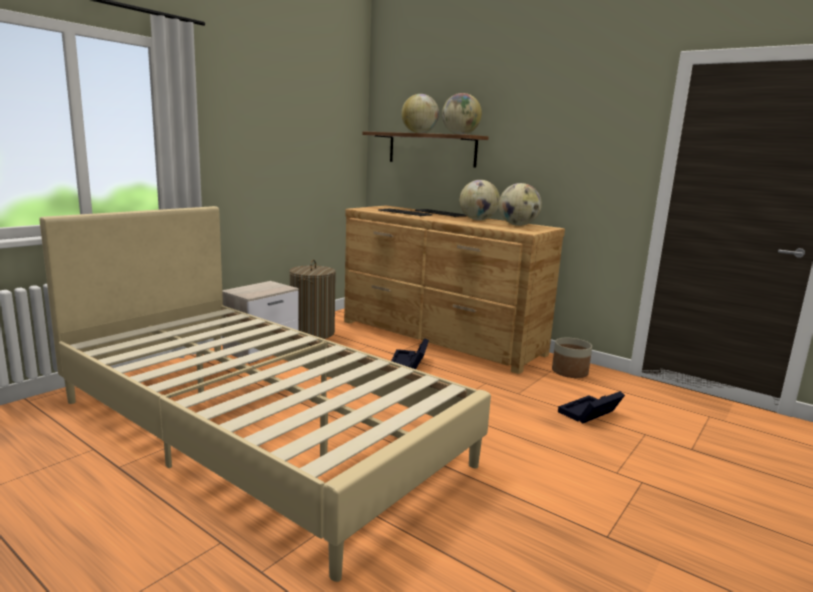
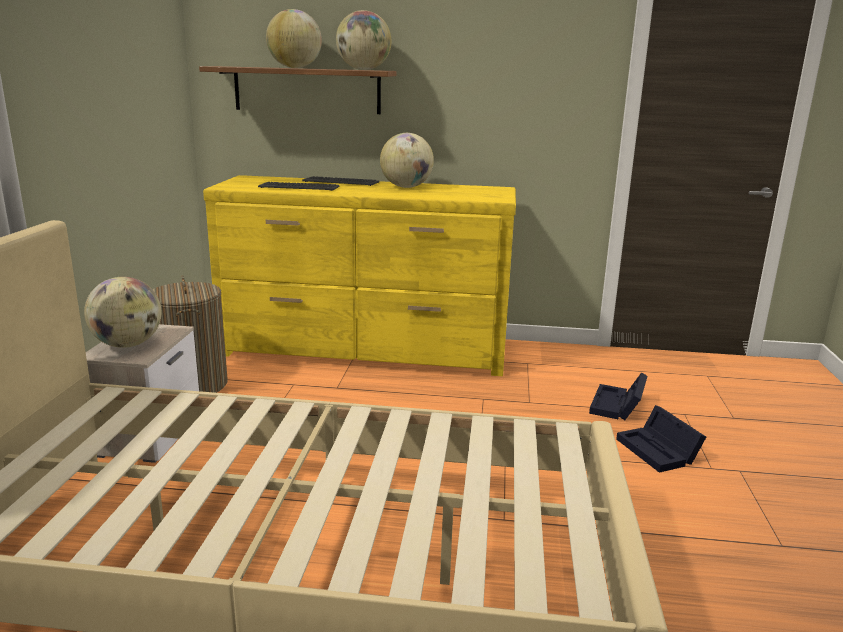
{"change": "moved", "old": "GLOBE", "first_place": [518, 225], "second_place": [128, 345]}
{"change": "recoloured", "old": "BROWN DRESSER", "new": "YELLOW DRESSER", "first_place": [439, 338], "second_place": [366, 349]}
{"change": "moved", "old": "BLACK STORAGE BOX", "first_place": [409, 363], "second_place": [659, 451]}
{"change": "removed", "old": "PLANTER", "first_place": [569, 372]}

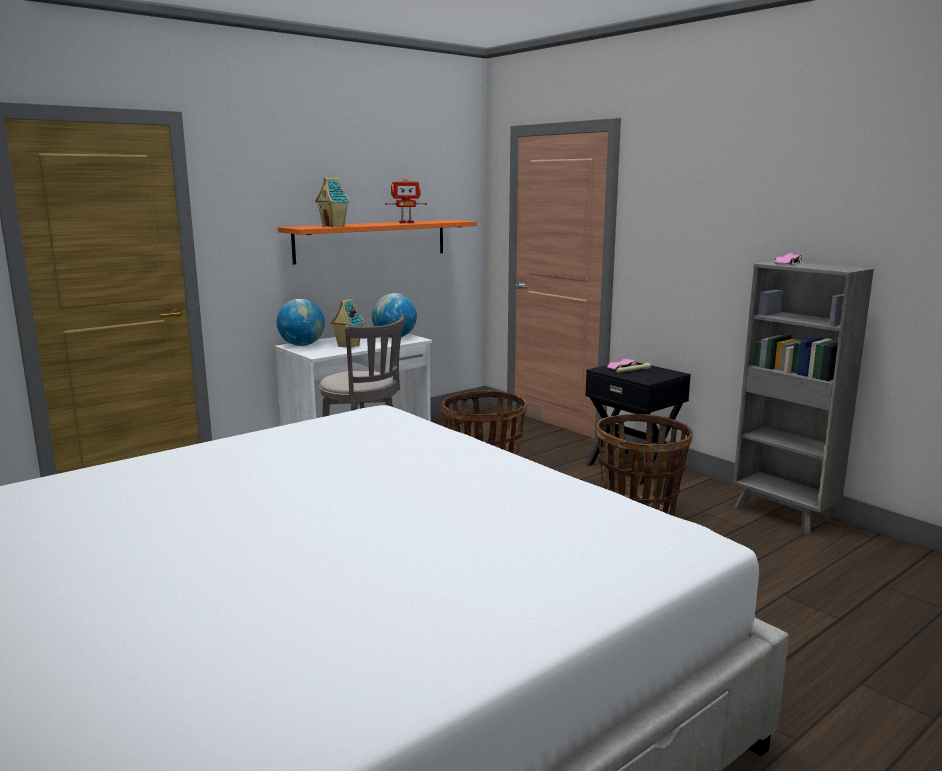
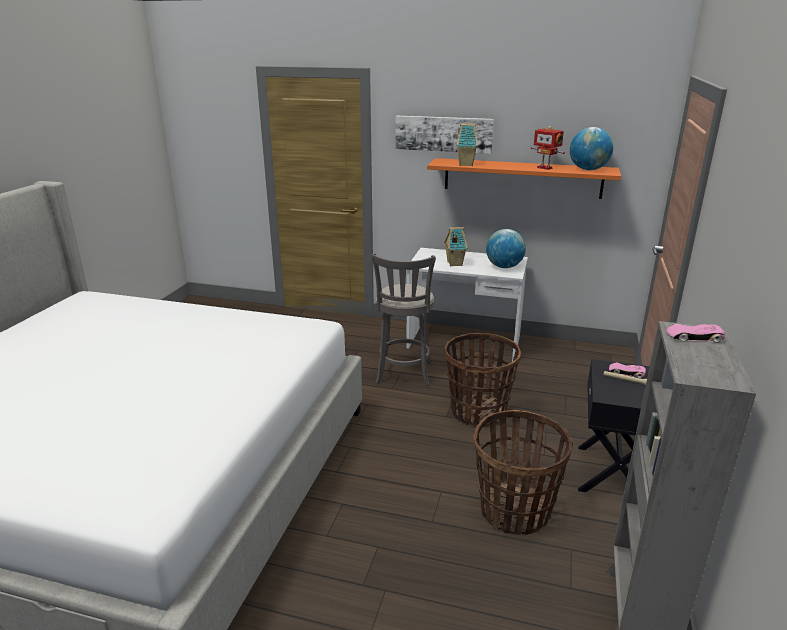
{"change": "moved", "old": "GLOBE", "first_place": [302, 345], "second_place": [588, 169]}
{"change": "added", "new": "PICTURE", "second_place": [443, 134]}

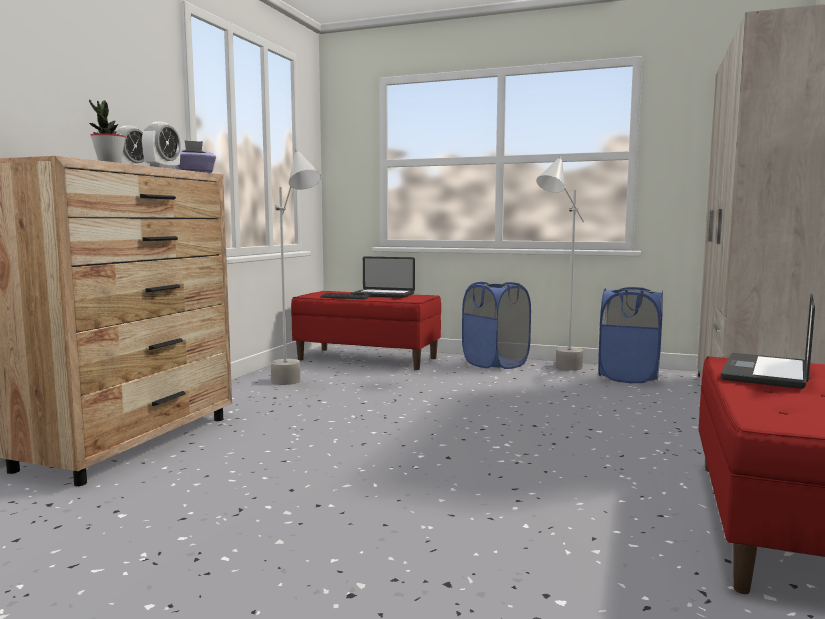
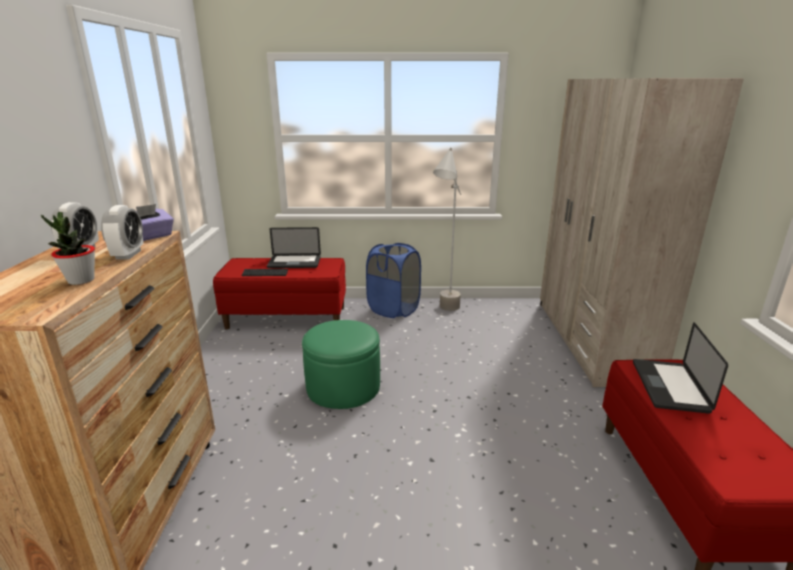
{"change": "removed", "old": "GREY FLOOR LAMP", "first_place": [296, 386]}
{"change": "removed", "old": "BLUE LAUNDRY BASKET", "first_place": [629, 377]}
{"change": "added", "new": "GREEN OTTOMAN", "second_place": [343, 387]}

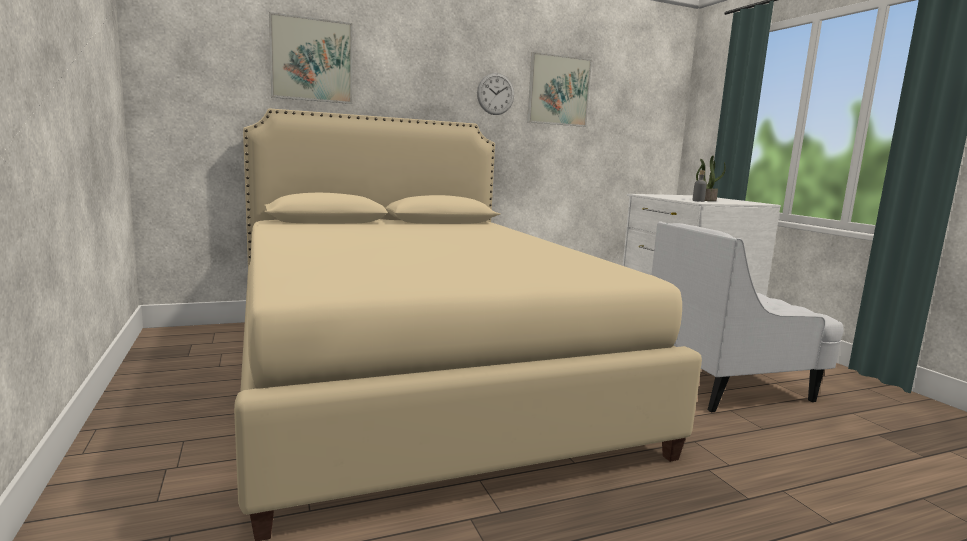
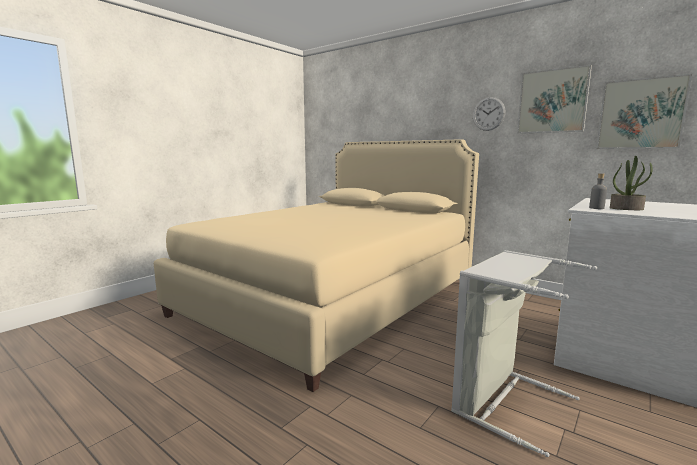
{"change": "moved", "old": "PICTURE", "first_place": [311, 60], "second_place": [640, 114]}
{"change": "replaced", "old": "WHITE ARMCHAIR", "new": "GREY LAUNDRY BASKET", "first_place": [730, 385], "second_place": [502, 400]}

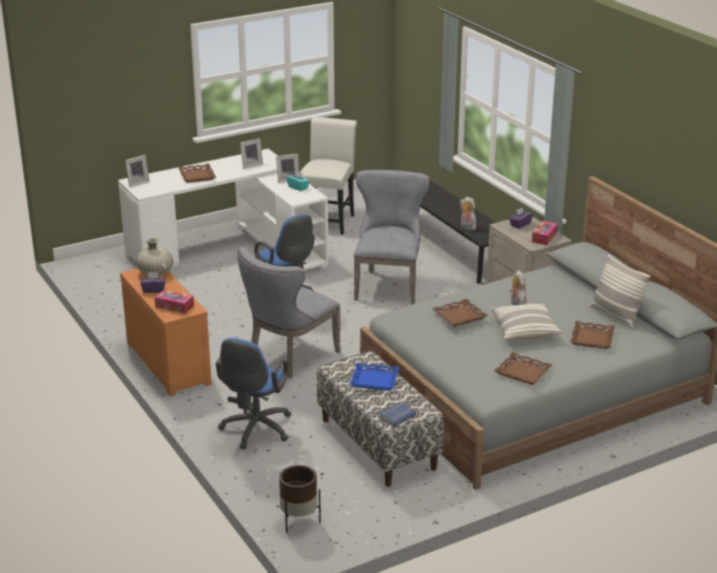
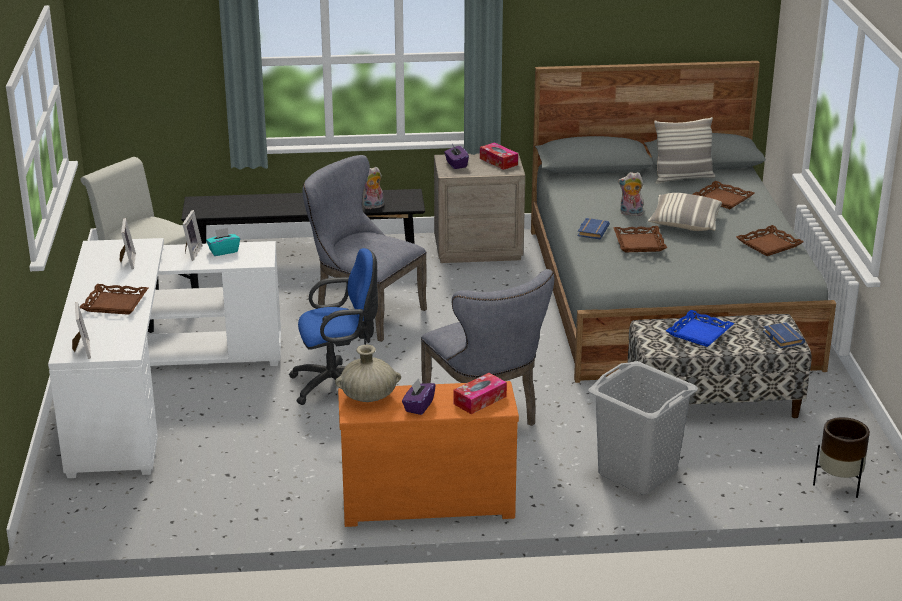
{"change": "replaced", "old": "BLUE OFFICE CHAIR", "new": "GREY LAUNDRY BASKET", "first_place": [255, 430], "second_place": [637, 473]}
{"change": "added", "new": "BLUE BOOK", "second_place": [592, 231]}

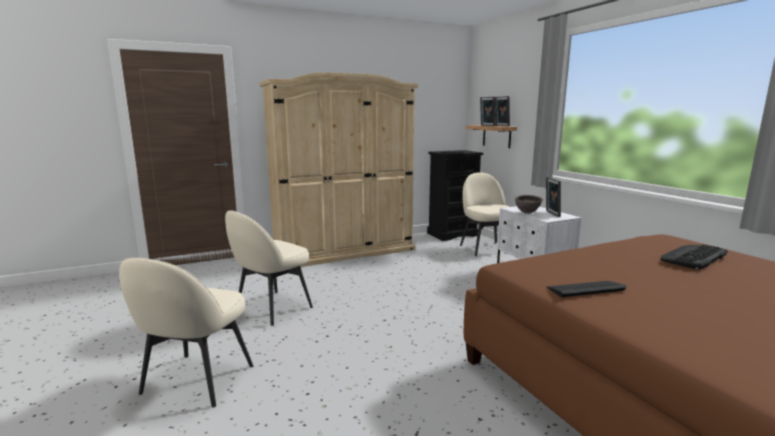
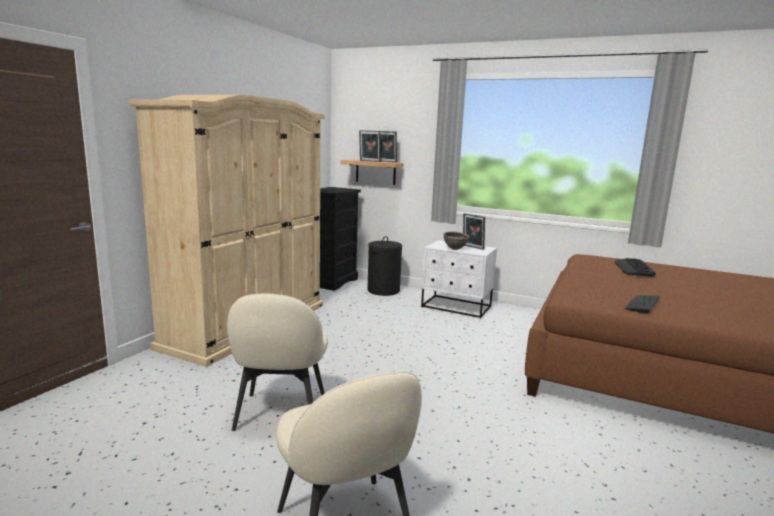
{"change": "replaced", "old": "BEIGE CHAIR", "new": "BLACK LAUNDRY BASKET", "first_place": [485, 248], "second_place": [383, 290]}

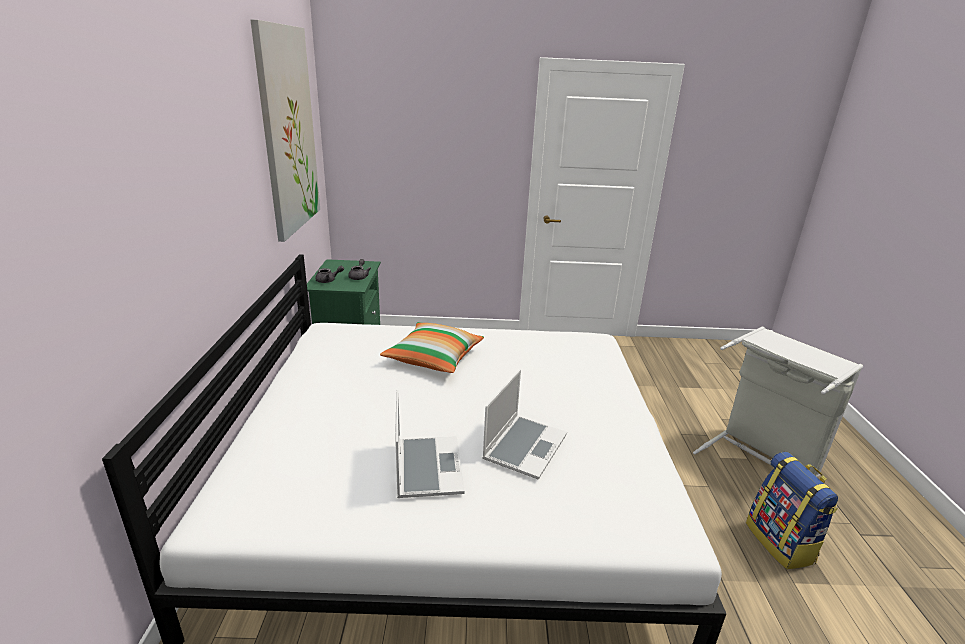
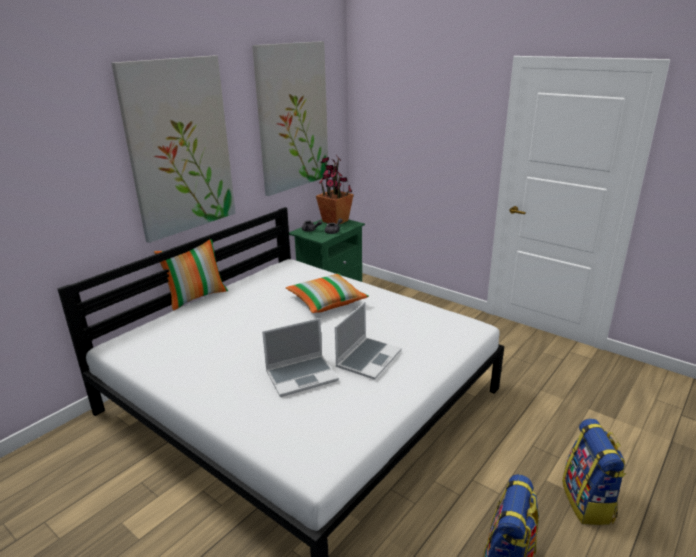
{"change": "replaced", "old": "GREY LAUNDRY BASKET", "new": "BACKPACK", "first_place": [760, 460], "second_place": [588, 502]}
{"change": "moved", "old": "LAPTOP", "first_place": [427, 467], "second_place": [368, 358]}
{"change": "added", "new": "PICTURE", "second_place": [180, 148]}
{"change": "added", "new": "POTTED PLANT", "second_place": [335, 221]}
{"change": "added", "new": "PILLOW", "second_place": [197, 297]}

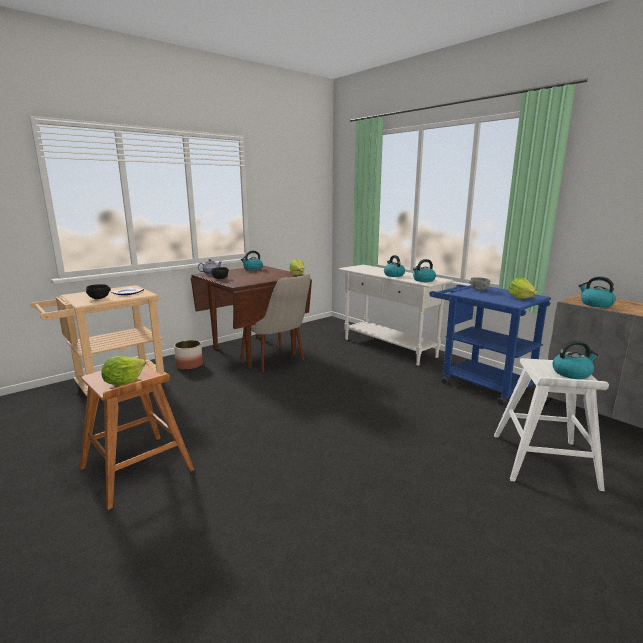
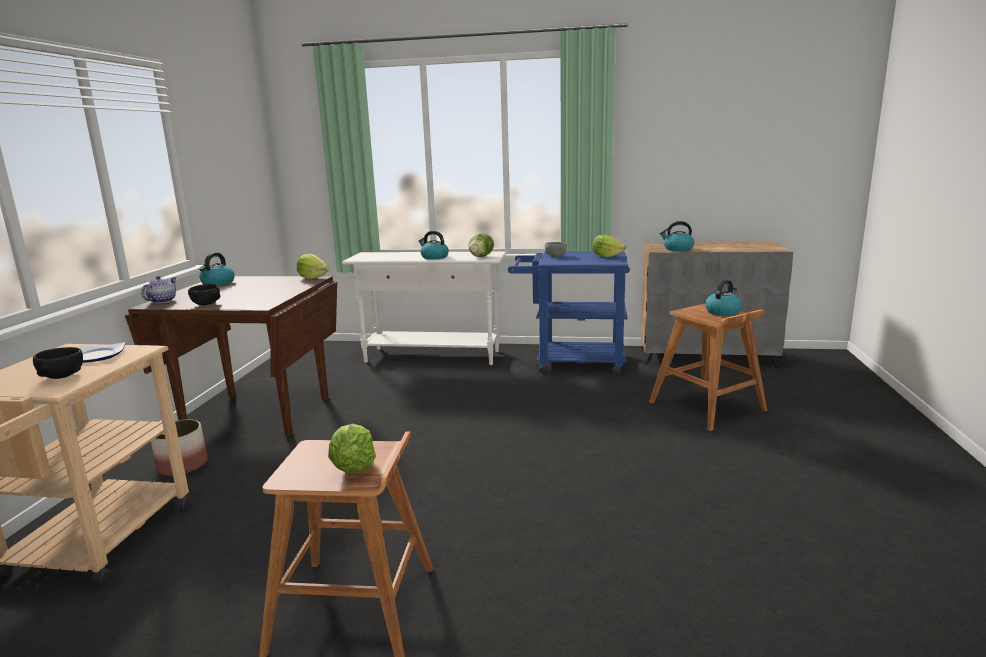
{"change": "replaced", "old": "KETTLE", "new": "LETTUCE", "first_place": [423, 280], "second_place": [481, 257]}
{"change": "removed", "old": "BEIGE CHAIR", "first_place": [278, 362]}
{"change": "recoloured", "old": "WHITE STOOL", "new": "BROWN STOOL", "first_place": [543, 461], "second_place": [707, 406]}

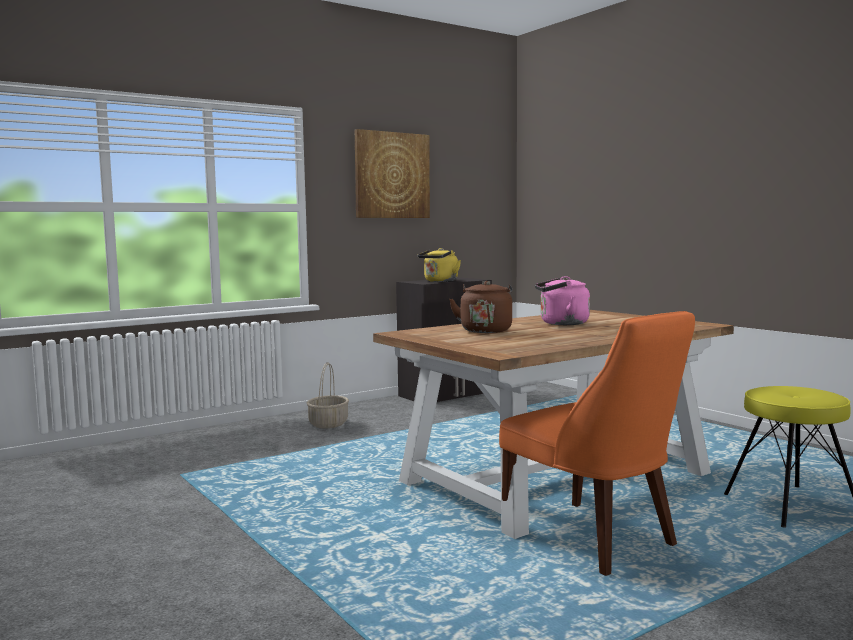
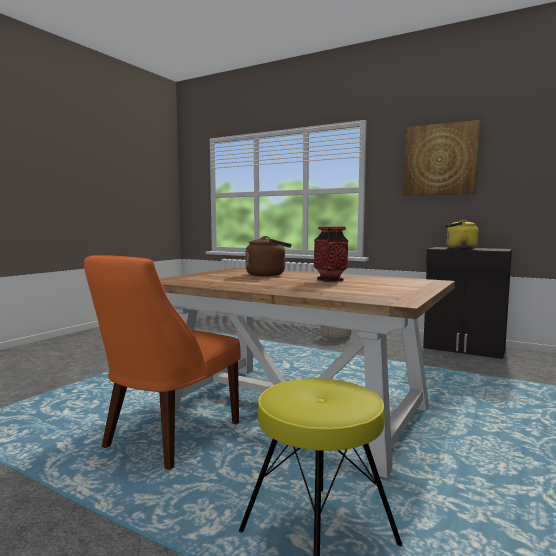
{"change": "replaced", "old": "PINK KETTLE", "new": "VASE", "first_place": [561, 323], "second_place": [330, 280]}

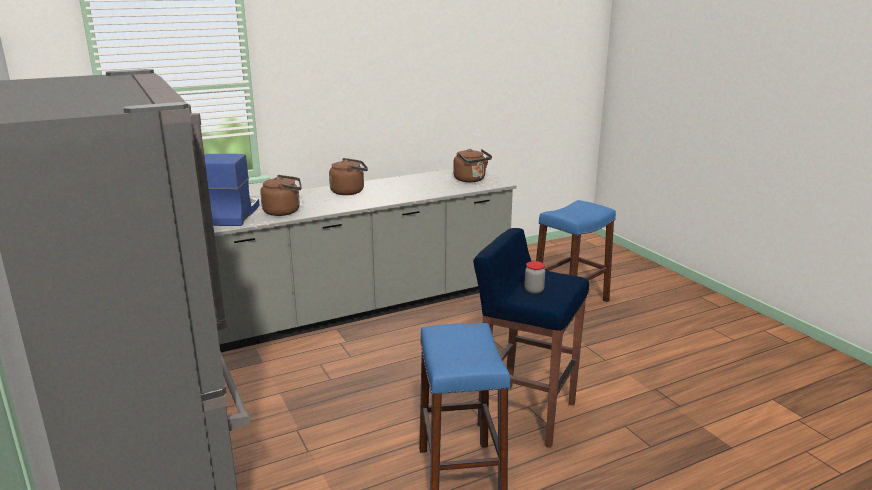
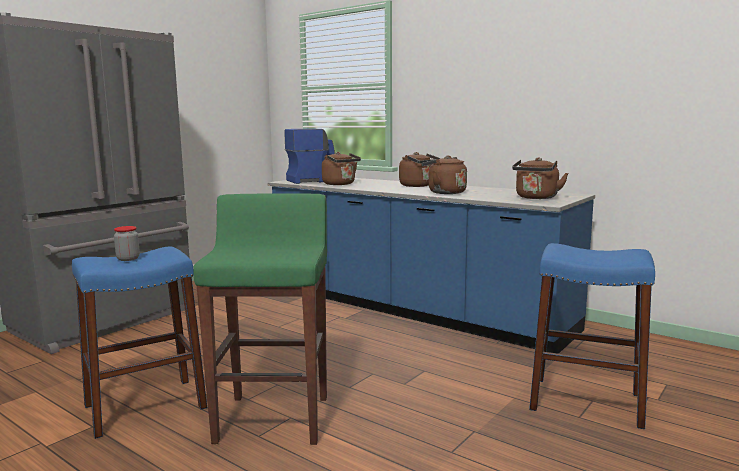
{"change": "recoloured", "old": "GREY COUNTER", "new": "BLUE COUNTER", "first_place": [361, 307], "second_place": [412, 309]}
{"change": "recoloured", "old": "BLUE STOOL", "new": "GREEN STOOL", "first_place": [525, 414], "second_place": [274, 418]}
{"change": "moved", "old": "JAR", "first_place": [534, 290], "second_place": [128, 259]}
{"change": "added", "new": "BROWN KETTLE", "second_place": [444, 192]}

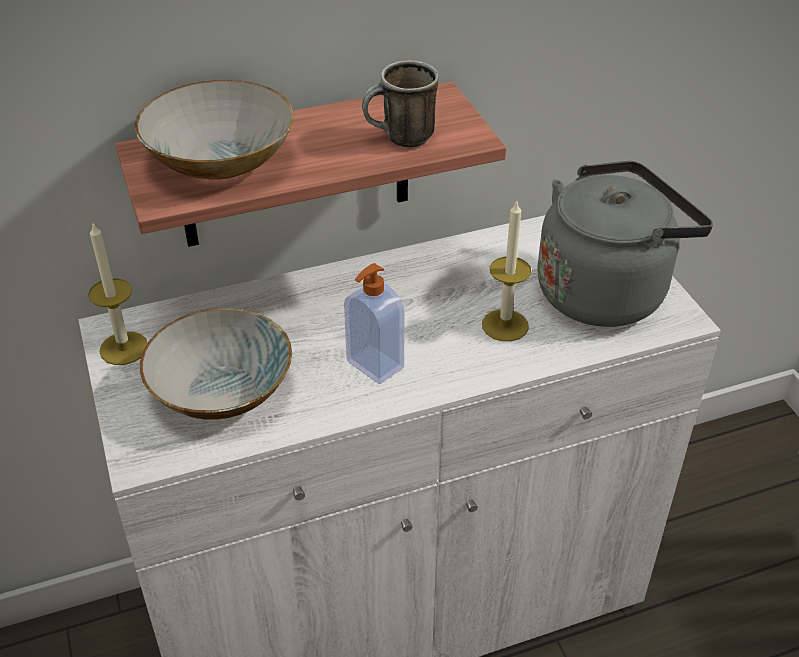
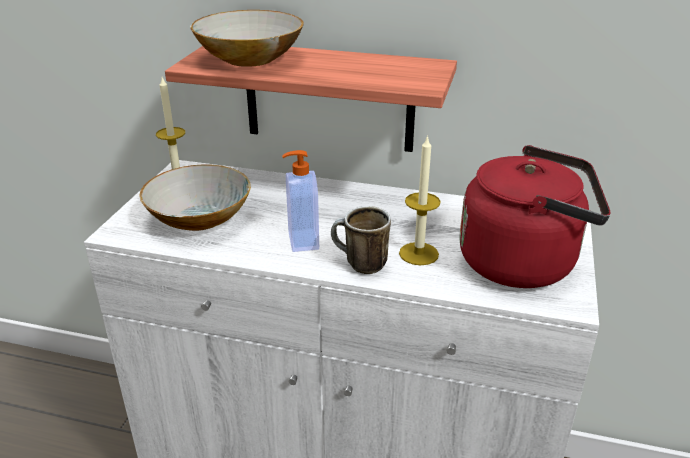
{"change": "moved", "old": "MUG", "first_place": [401, 140], "second_place": [359, 265]}
{"change": "recoloured", "old": "GREY KETTLE", "new": "RED KETTLE", "first_place": [606, 290], "second_place": [524, 263]}

